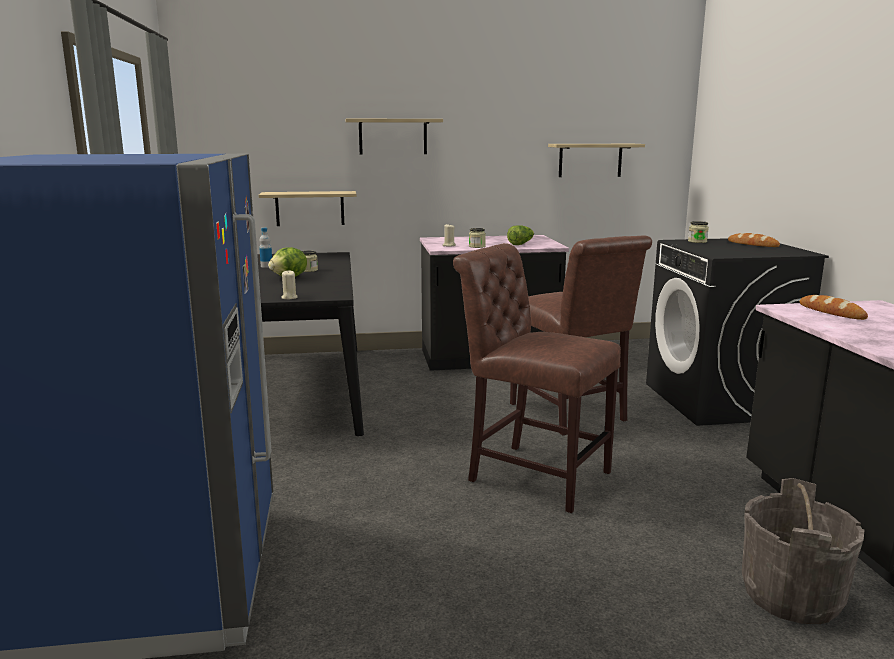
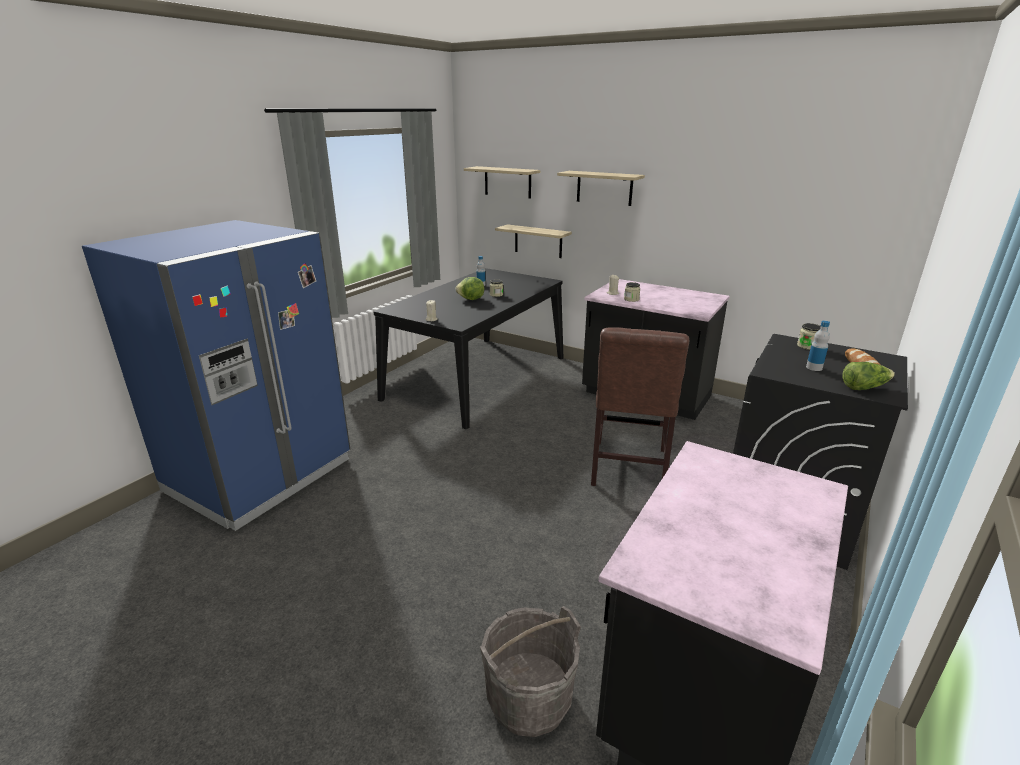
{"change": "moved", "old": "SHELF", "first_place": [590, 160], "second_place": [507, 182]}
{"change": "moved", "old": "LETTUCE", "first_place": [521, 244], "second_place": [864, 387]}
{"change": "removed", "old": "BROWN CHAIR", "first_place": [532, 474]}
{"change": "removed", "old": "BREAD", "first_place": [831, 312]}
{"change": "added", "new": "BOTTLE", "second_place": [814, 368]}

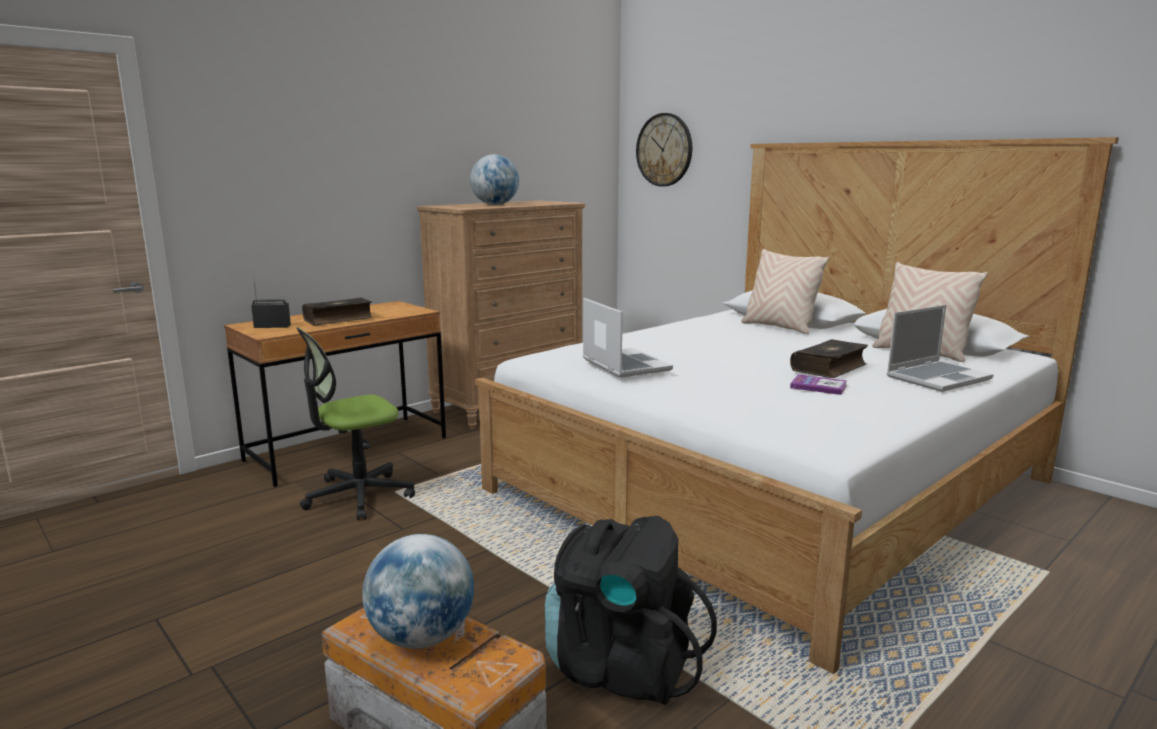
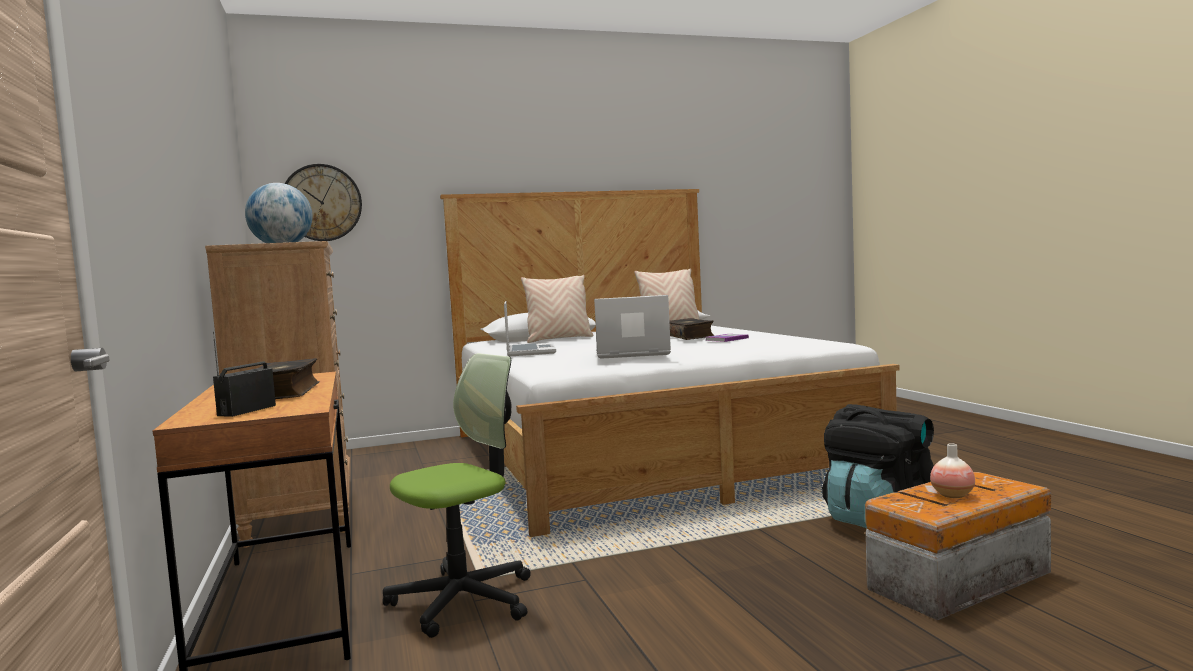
{"change": "moved", "old": "LAPTOP", "first_place": [938, 378], "second_place": [529, 351]}
{"change": "turned", "old": "OFFICE CHAIR", "first_place": [358, 496], "second_place": [463, 600], "degrees": -120}
{"change": "replaced", "old": "GLOBE", "new": "VASE", "first_place": [422, 638], "second_place": [952, 495]}

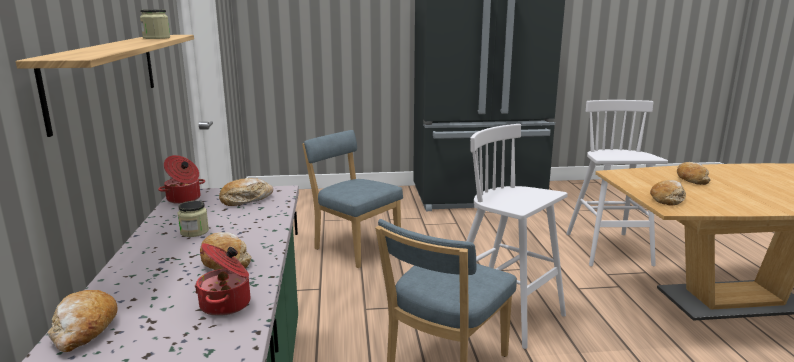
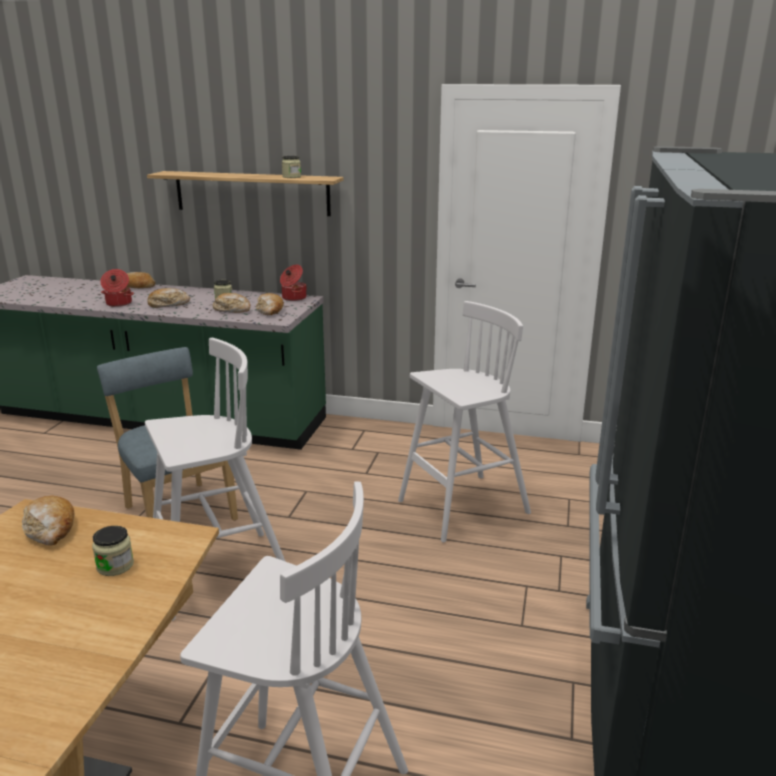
{"change": "replaced", "old": "BLUE CHAIR", "new": "WHITE STOOL", "first_place": [354, 247], "second_place": [461, 508]}
{"change": "moved", "old": "BREAD", "first_place": [691, 179], "second_place": [232, 310]}
{"change": "added", "new": "JAR", "second_place": [115, 565]}

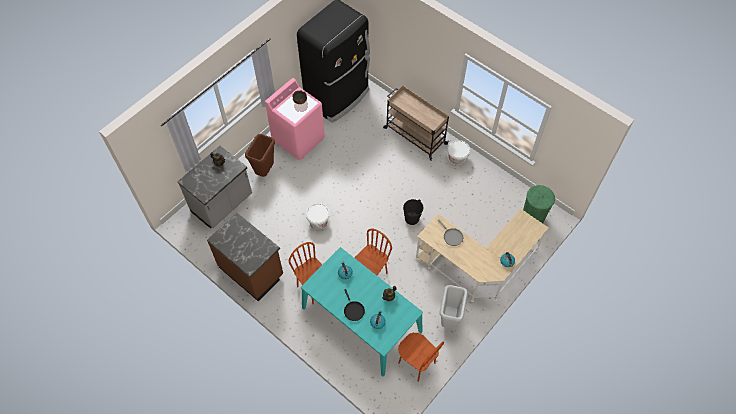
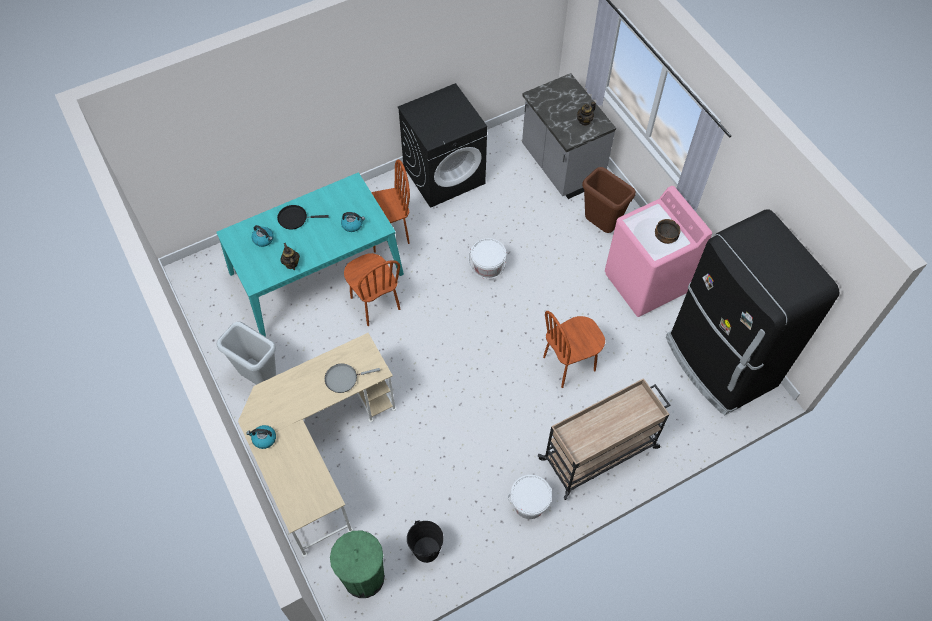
{"change": "moved", "old": "BLACK BUCKET", "first_place": [412, 219], "second_place": [426, 550]}
{"change": "replaced", "old": "BROWN COUNTER", "new": "BLACK WASHING MACHINE", "first_place": [252, 271], "second_place": [444, 175]}
{"change": "moved", "old": "BROWN CHAIR", "first_place": [416, 363], "second_place": [569, 364]}

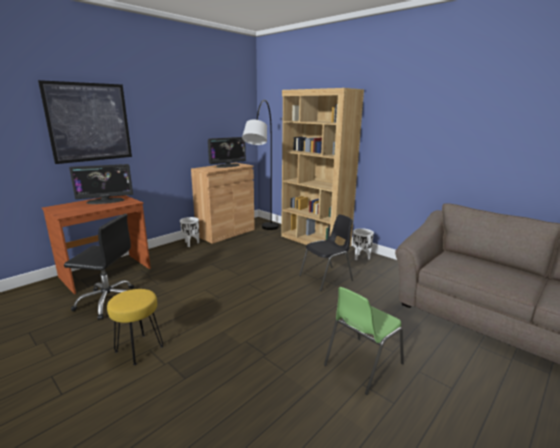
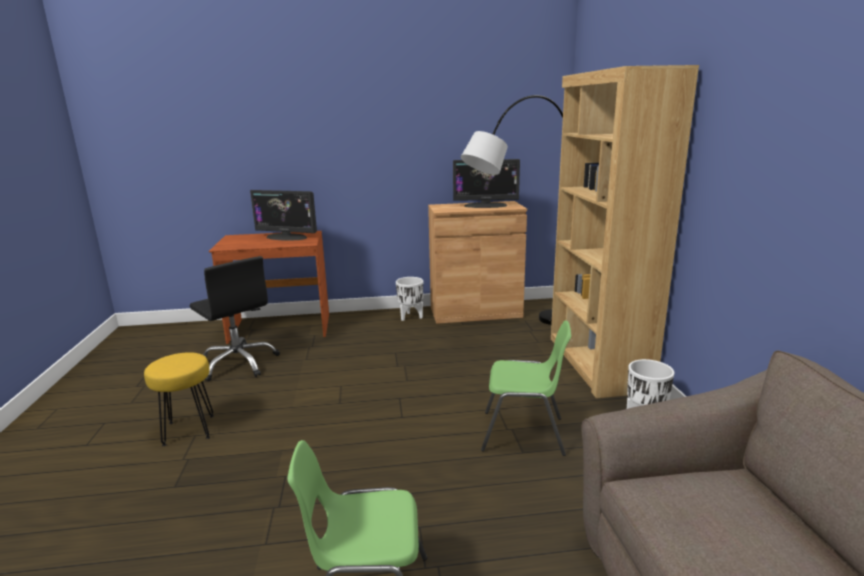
{"change": "removed", "old": "PICTURE", "first_place": [89, 122]}
{"change": "recoloured", "old": "BLACK CHAIR", "new": "GREEN CHAIR", "first_place": [327, 278], "second_place": [524, 434]}

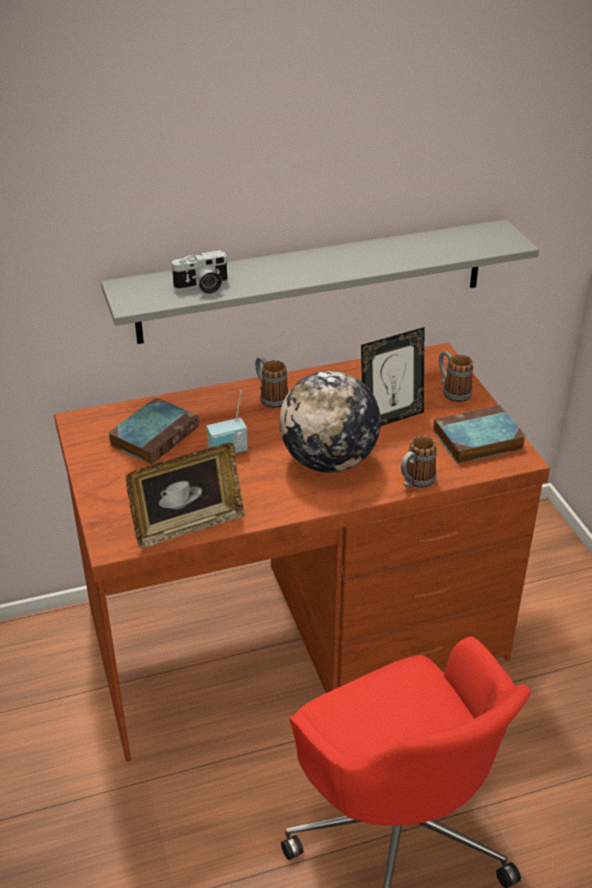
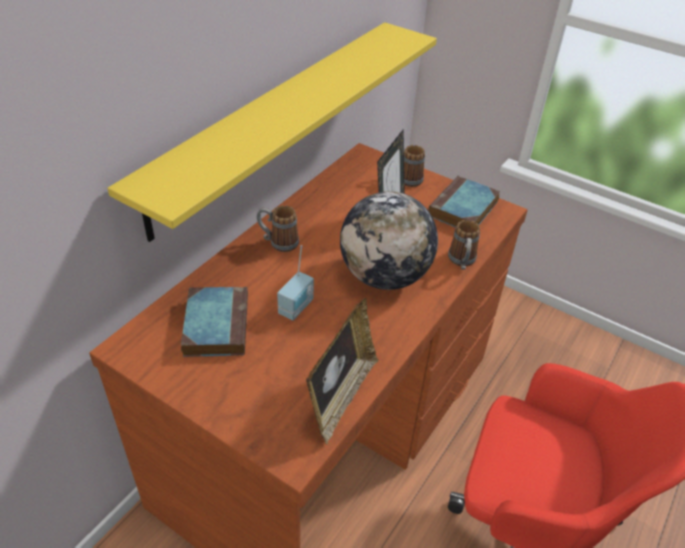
{"change": "recoloured", "old": "GREY SHELF", "new": "YELLOW SHELF", "first_place": [313, 281], "second_place": [274, 121]}
{"change": "removed", "old": "PHOTO CAMERA", "first_place": [202, 287]}

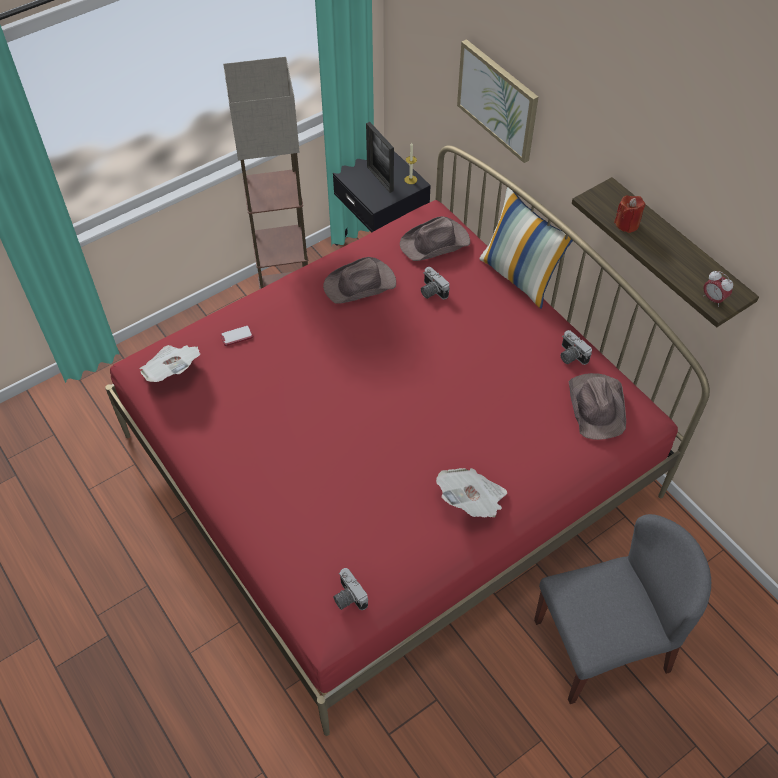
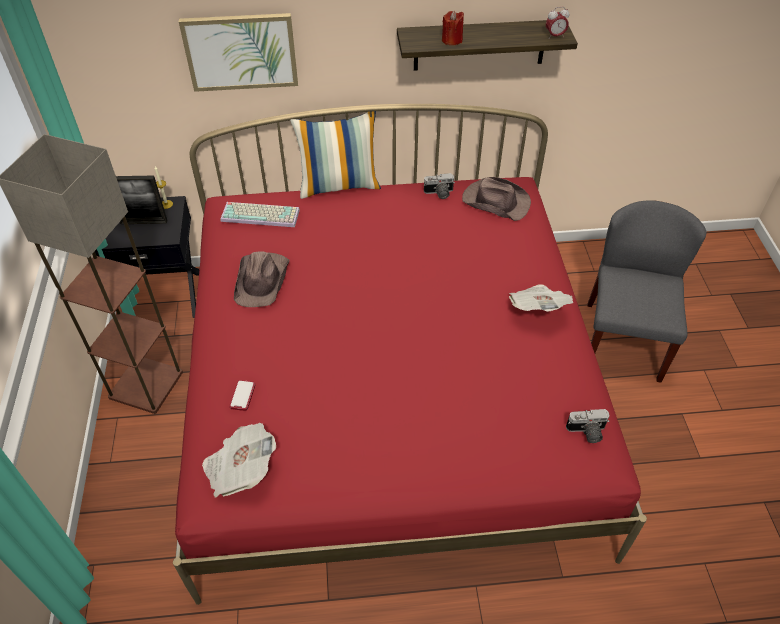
{"change": "replaced", "old": "BROWN HAT", "new": "KEYBOARD", "first_place": [435, 243], "second_place": [261, 214]}
{"change": "removed", "old": "PHOTO CAMERA", "first_place": [431, 291]}

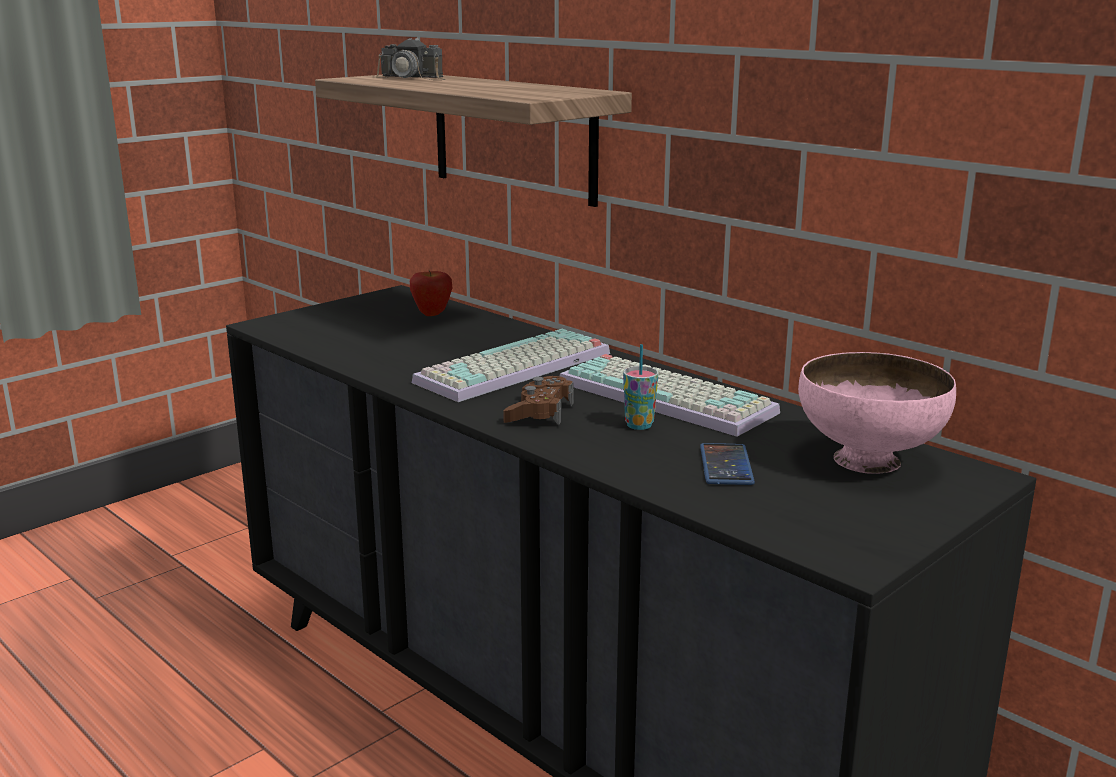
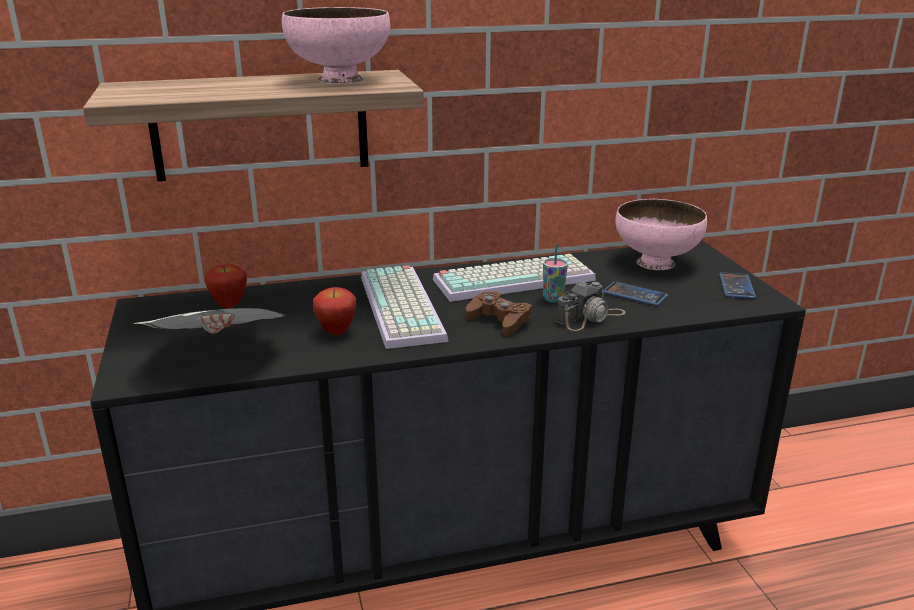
{"change": "moved", "old": "PHOTO CAMERA", "first_place": [413, 78], "second_place": [591, 317]}
{"change": "added", "new": "PINK BOWL", "second_place": [339, 80]}
{"change": "added", "new": "PHONE", "second_place": [736, 286]}
{"change": "added", "new": "APPLE", "second_place": [336, 332]}
{"change": "added", "new": "NEWSPAPER", "second_place": [219, 354]}

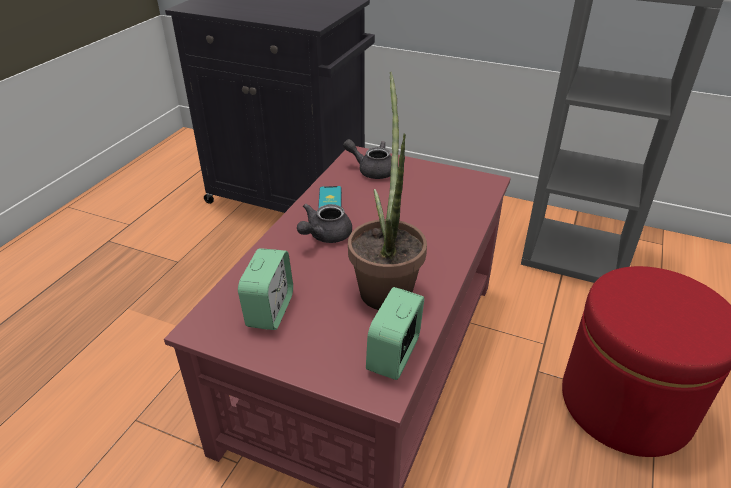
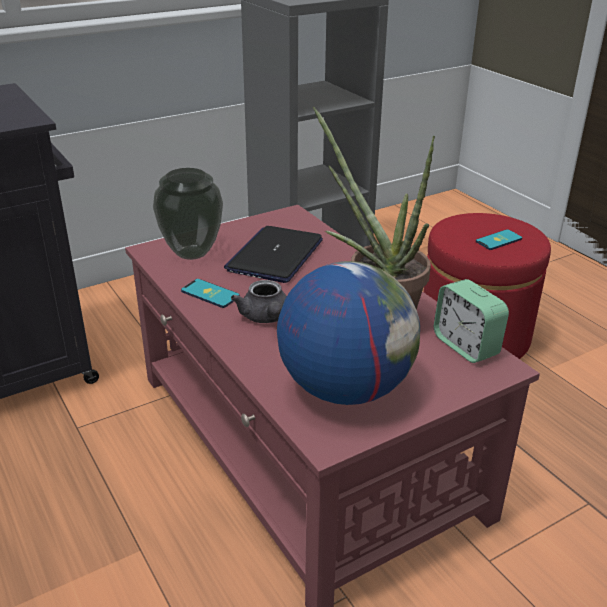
{"change": "replaced", "old": "GREY TEAPOT", "new": "VASE", "first_place": [372, 170], "second_place": [192, 254]}
{"change": "replaced", "old": "ALARM CLOCK", "new": "GLOBE", "first_place": [270, 310], "second_place": [345, 388]}
{"change": "added", "new": "LAPTOP", "second_place": [275, 255]}
{"change": "added", "new": "PHONE", "second_place": [498, 240]}

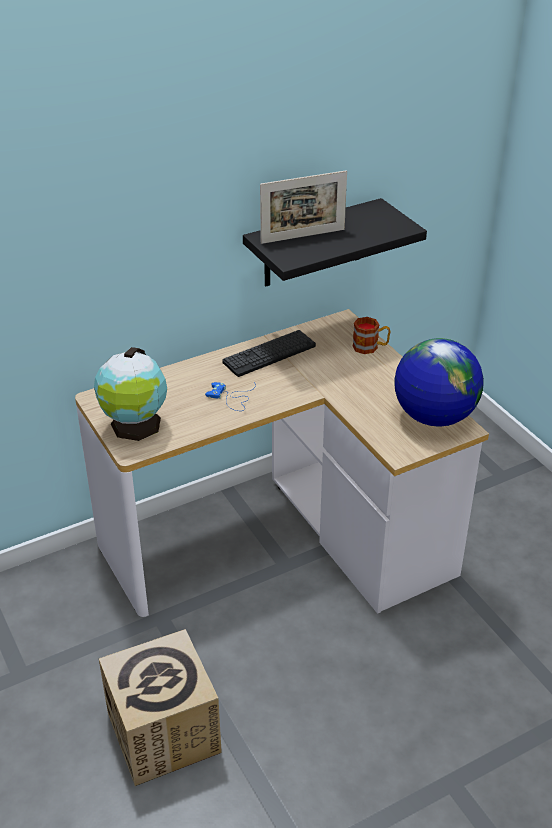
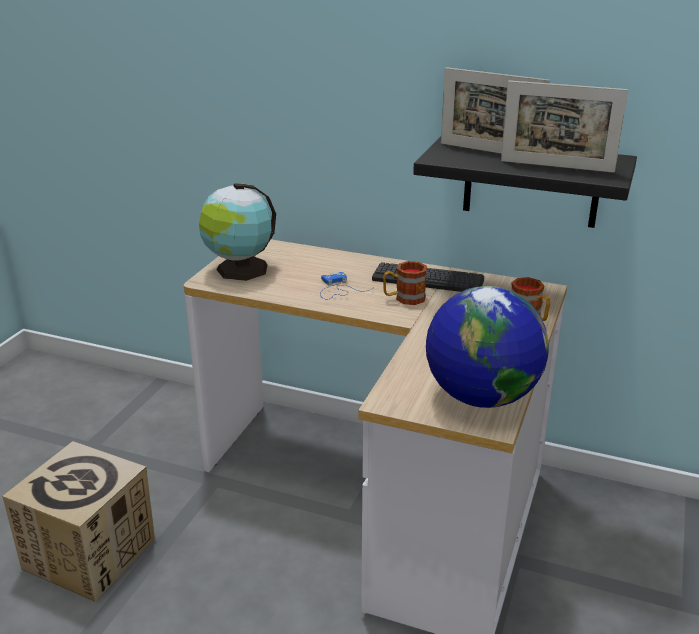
{"change": "added", "new": "PICTURE FRAME", "second_place": [556, 166]}
{"change": "added", "new": "MUG", "second_place": [404, 298]}

